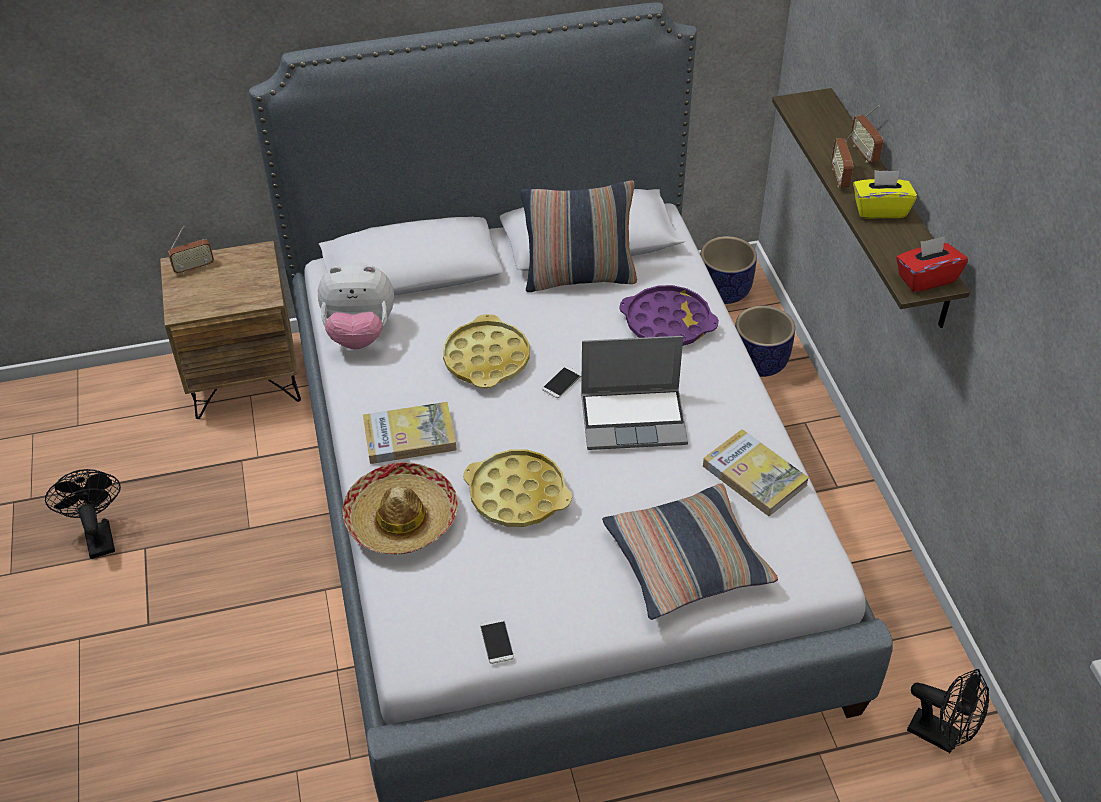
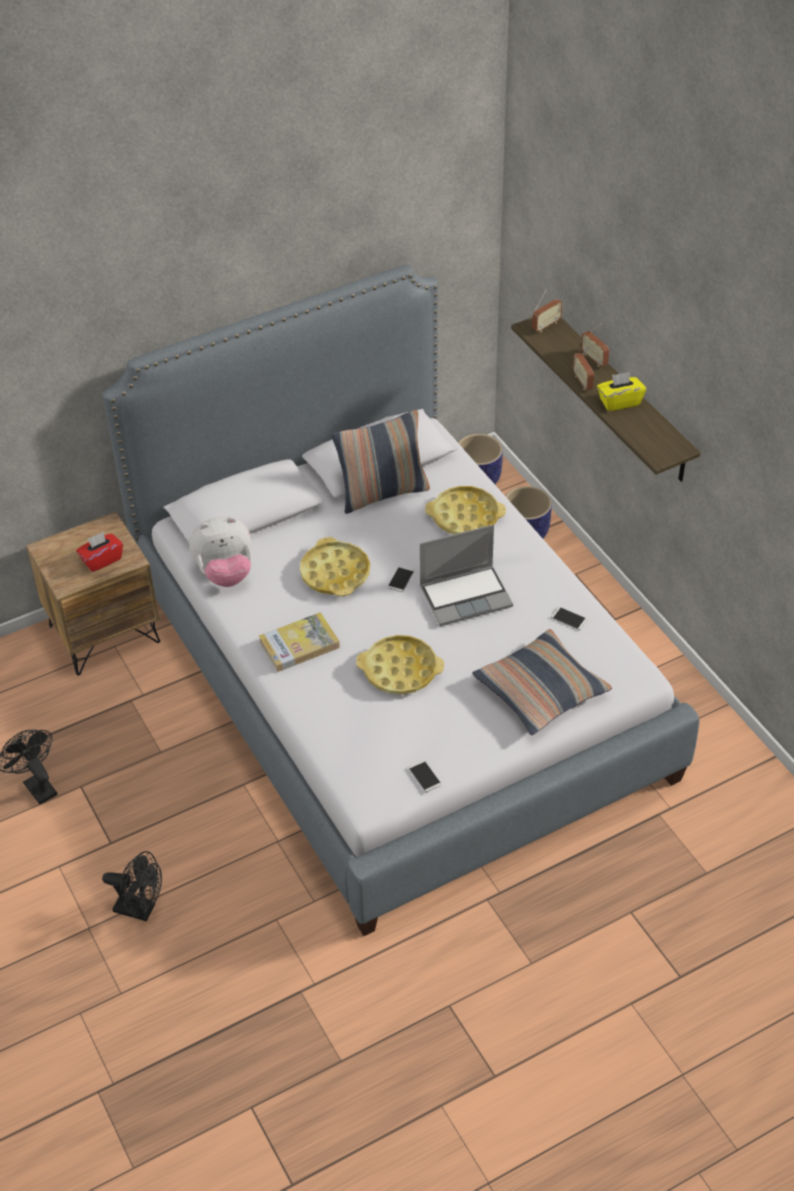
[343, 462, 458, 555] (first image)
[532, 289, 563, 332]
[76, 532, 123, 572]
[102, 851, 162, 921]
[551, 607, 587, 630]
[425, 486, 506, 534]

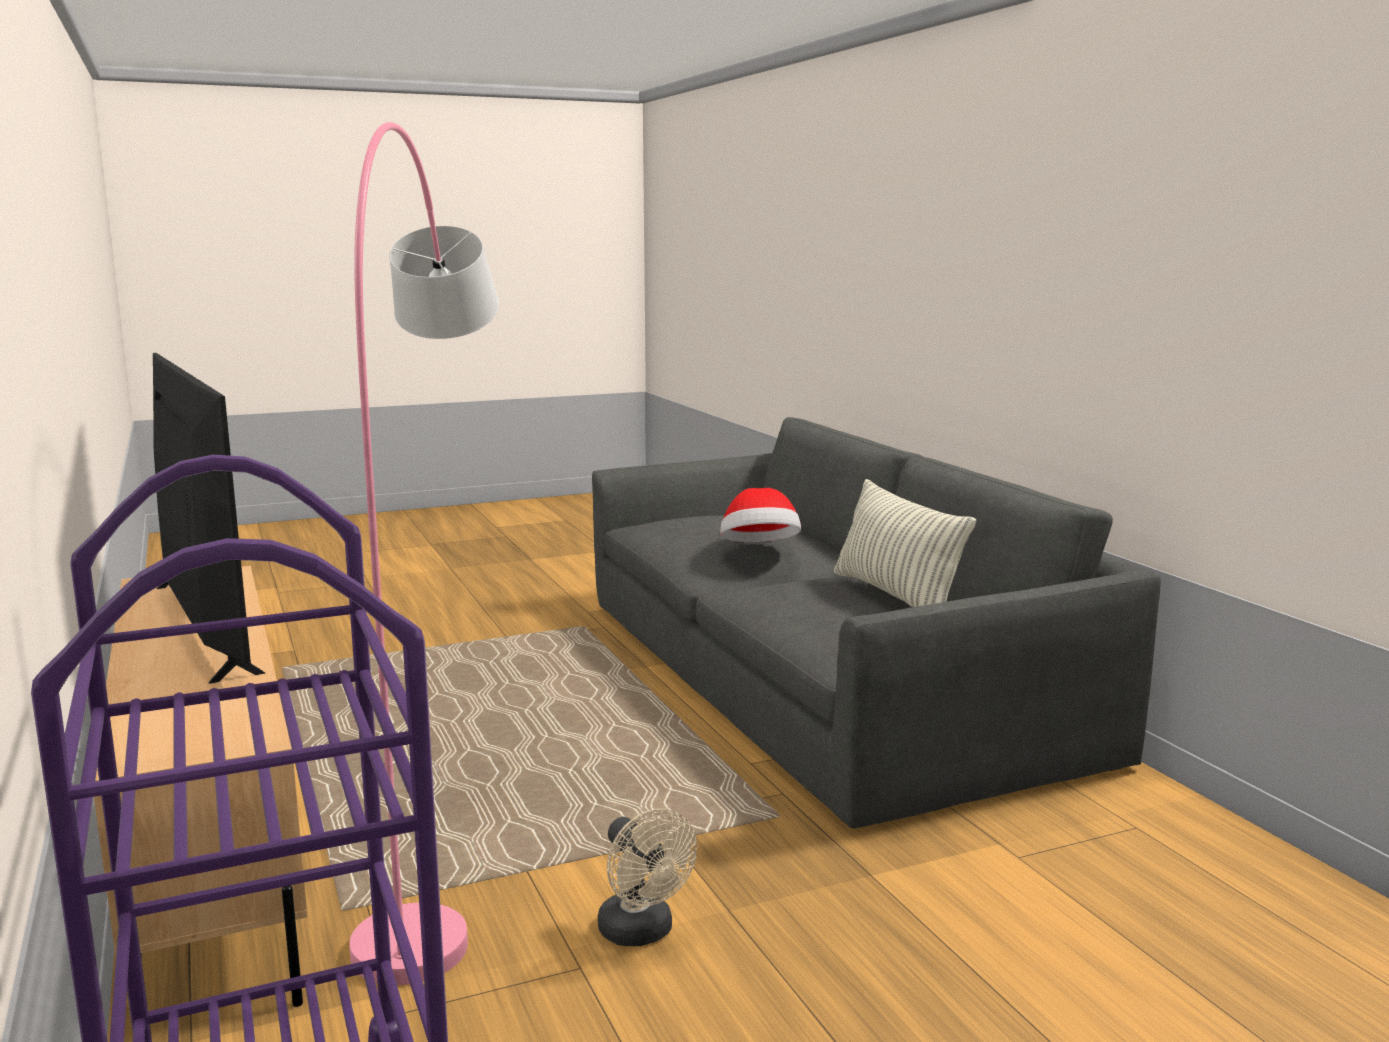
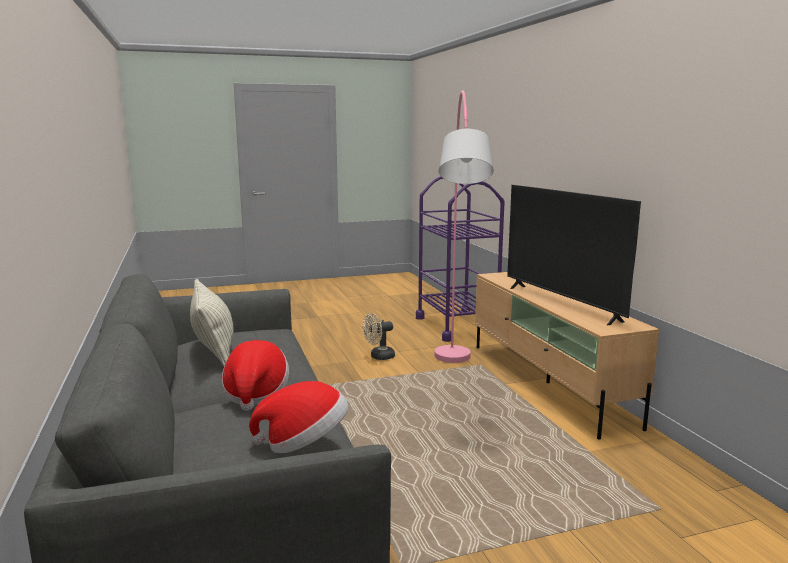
[249, 381, 348, 453]
[363, 313, 395, 360]

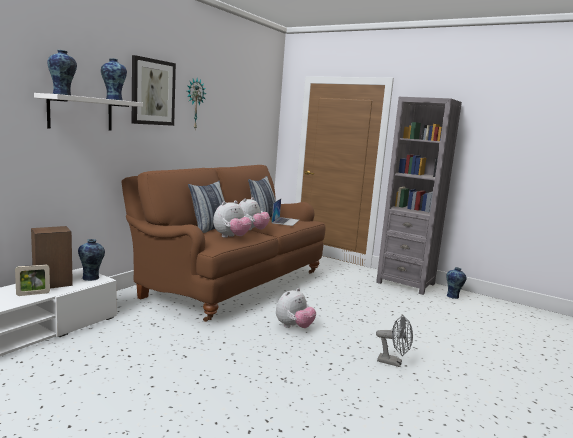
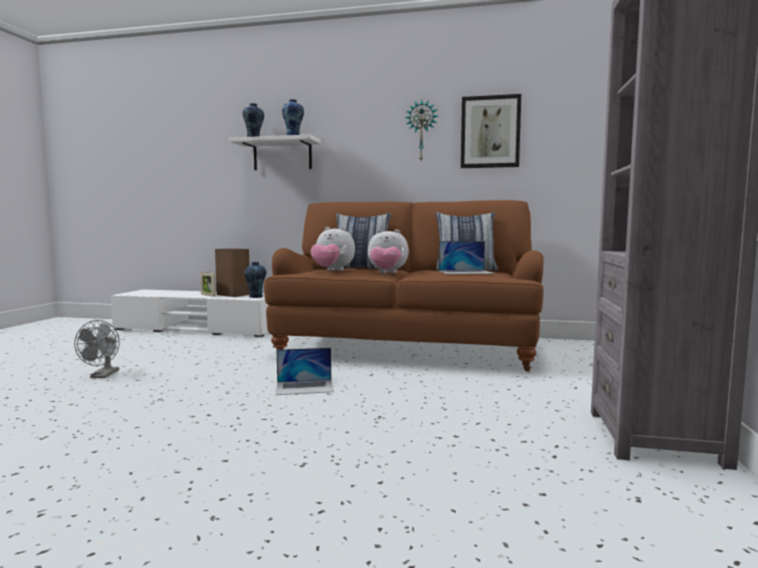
[446, 267, 467, 299] (first image)
[461, 94, 521, 168]
[74, 320, 120, 378]
[276, 348, 334, 395]

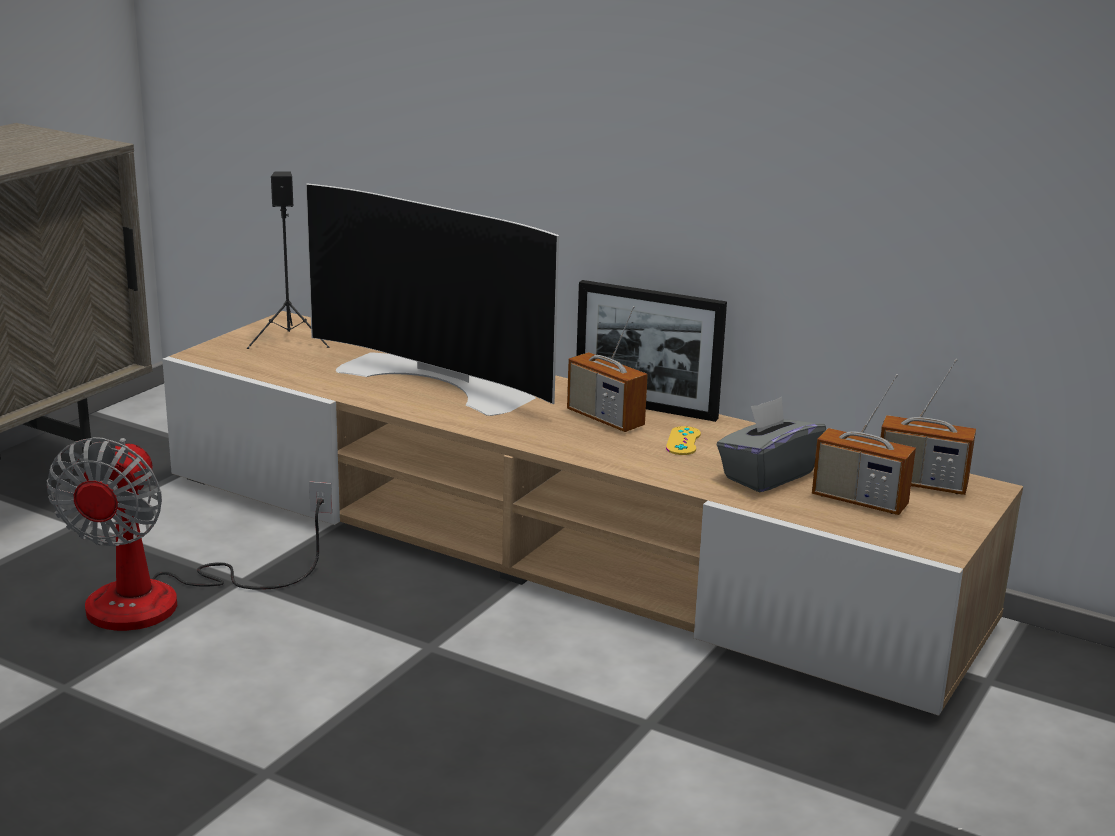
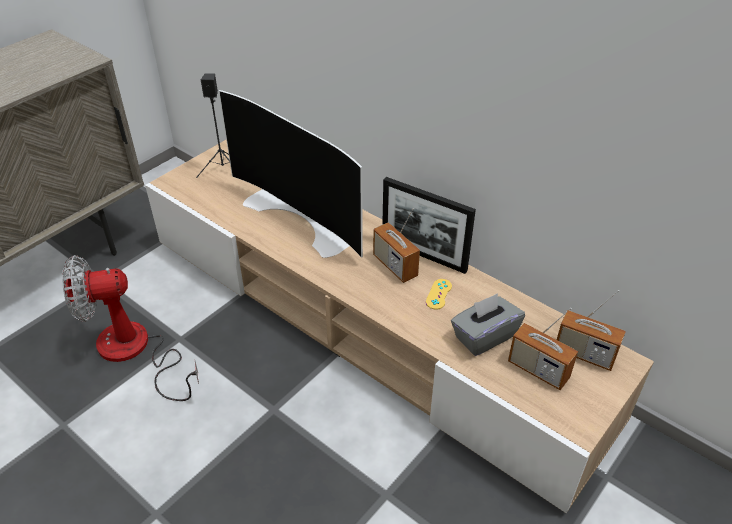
[62, 255, 199, 401]

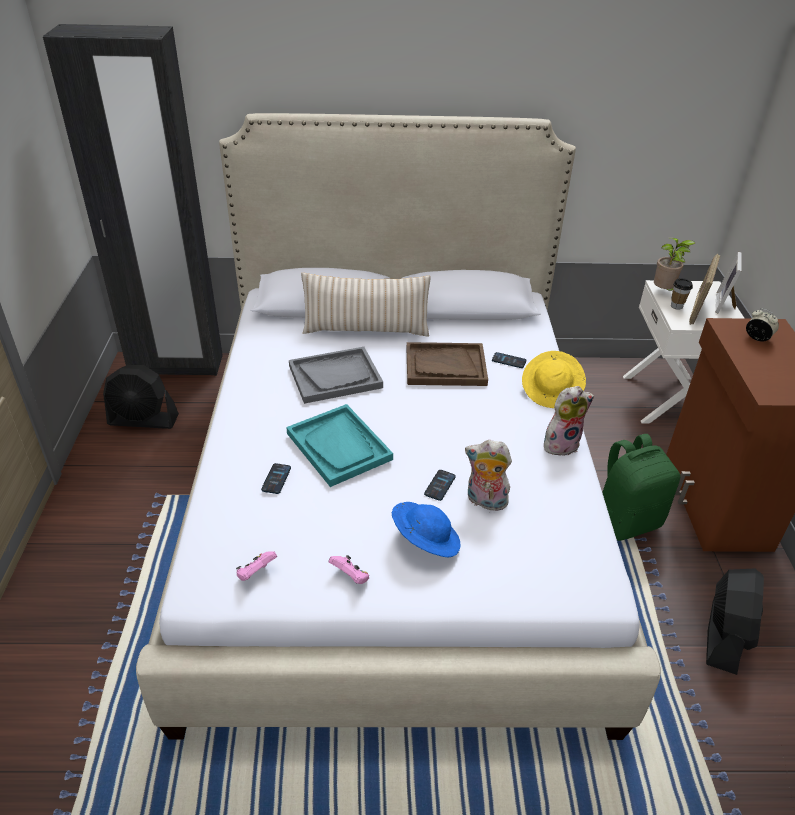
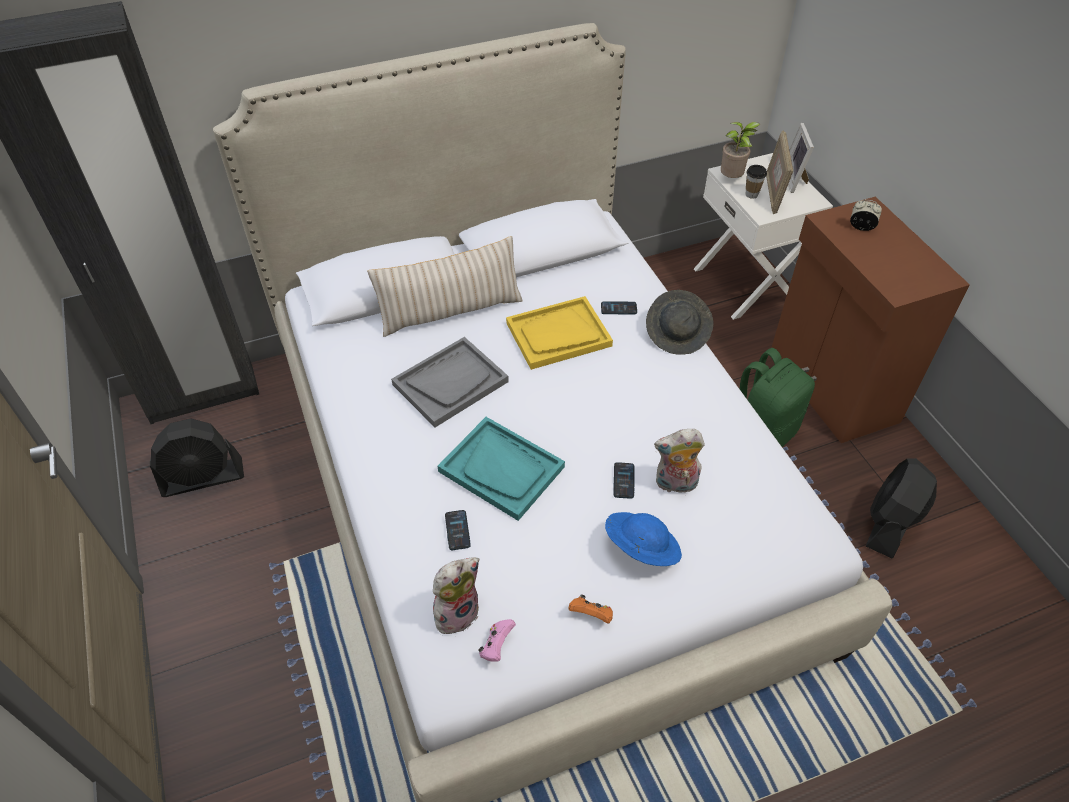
[433, 557, 479, 634]
[569, 595, 613, 624]
[506, 296, 613, 370]
[646, 290, 714, 355]
[866, 458, 937, 559]

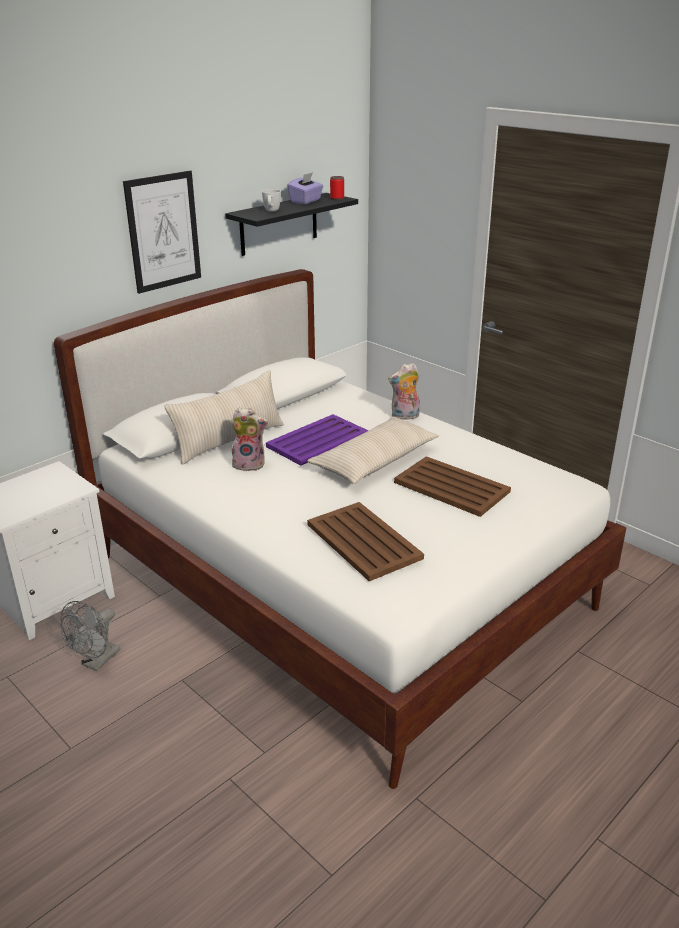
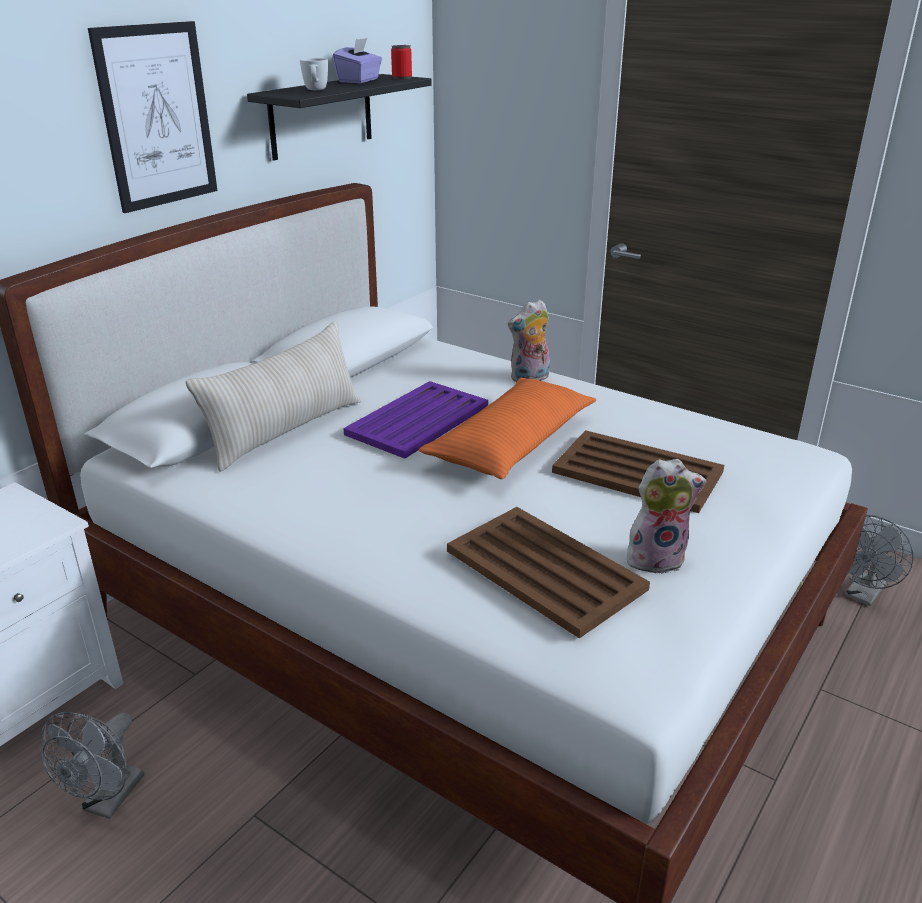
[845, 515, 914, 606]
[627, 459, 706, 574]
[419, 378, 597, 479]

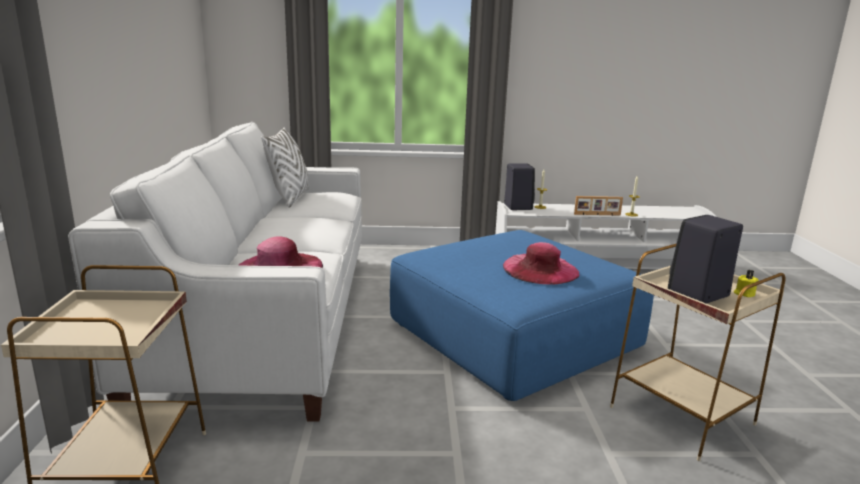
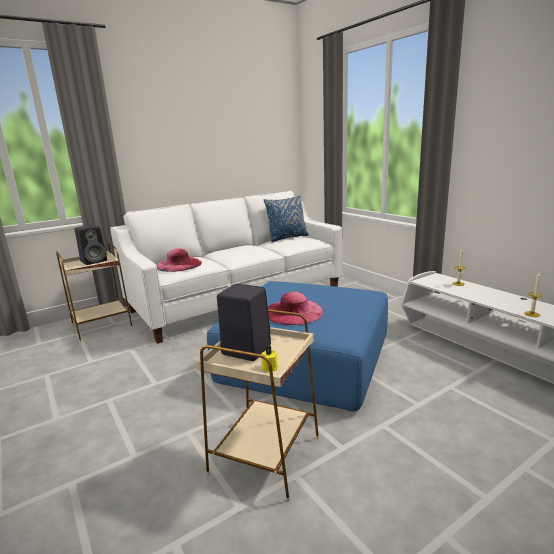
[574, 196, 623, 216] (first image)
[75, 225, 107, 265]
[263, 195, 309, 243]

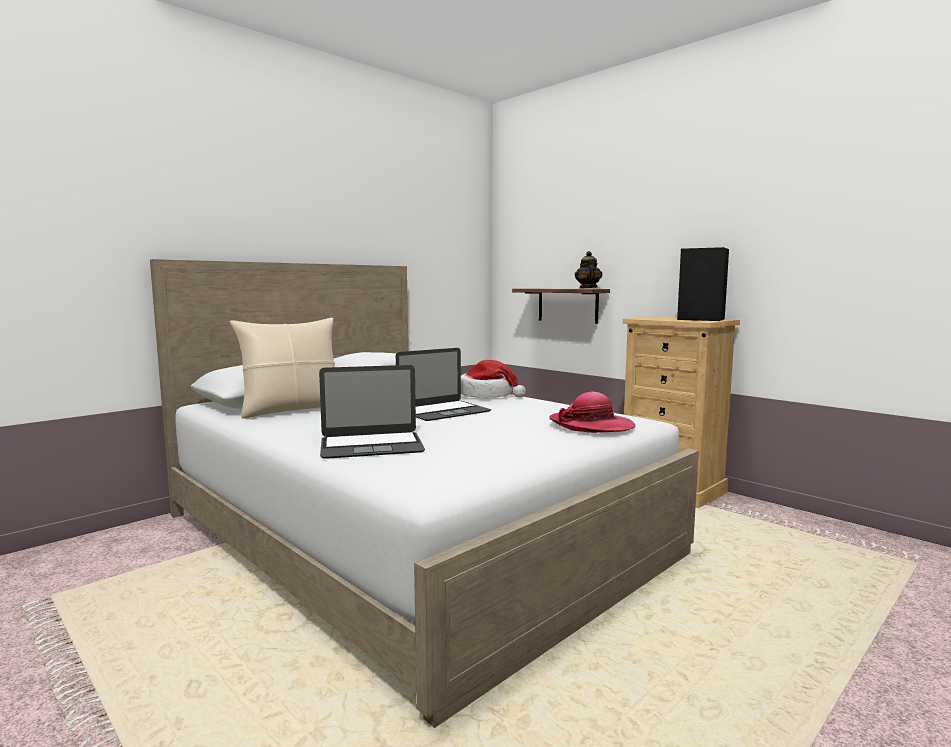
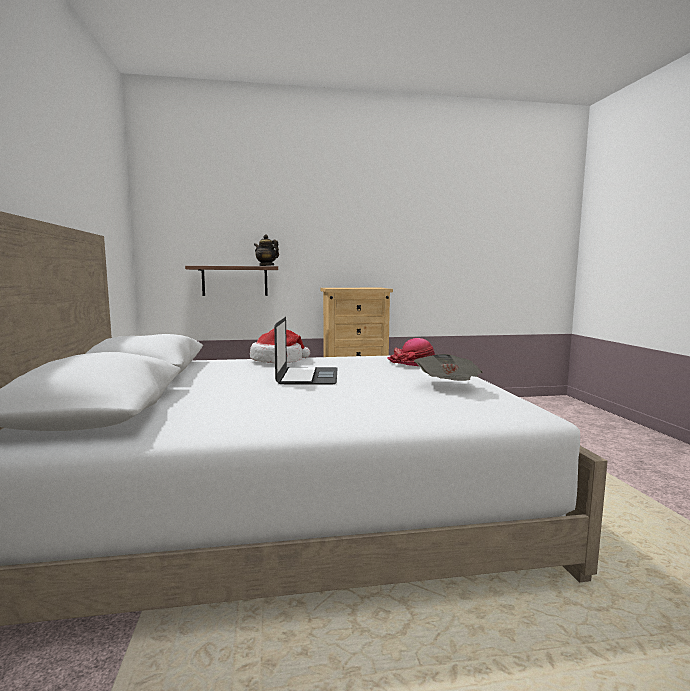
[230, 318, 335, 419] (first image)
[319, 365, 425, 459] (first image)
[677, 247, 729, 321] (first image)
[414, 354, 482, 381]

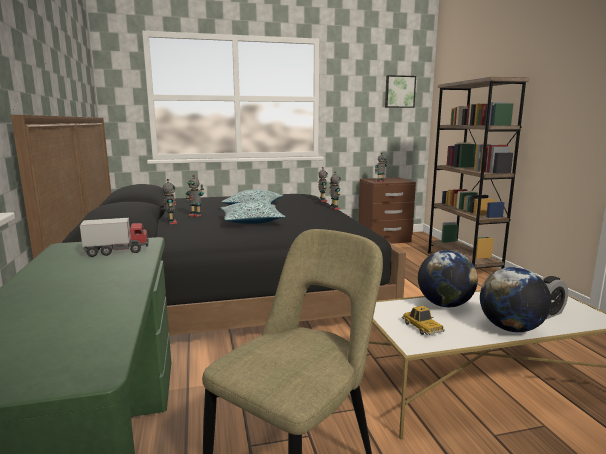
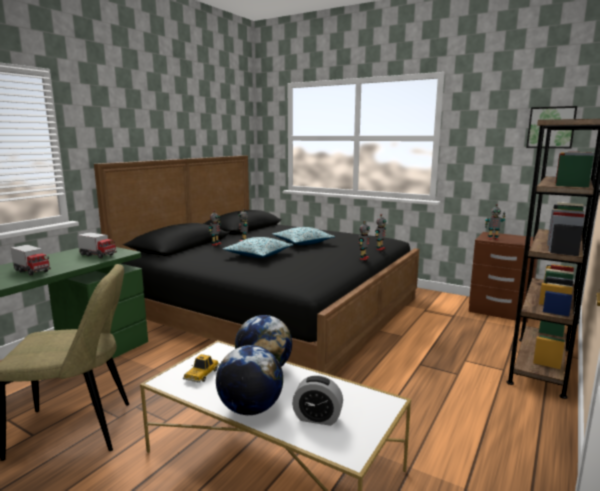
[11, 245, 51, 276]

